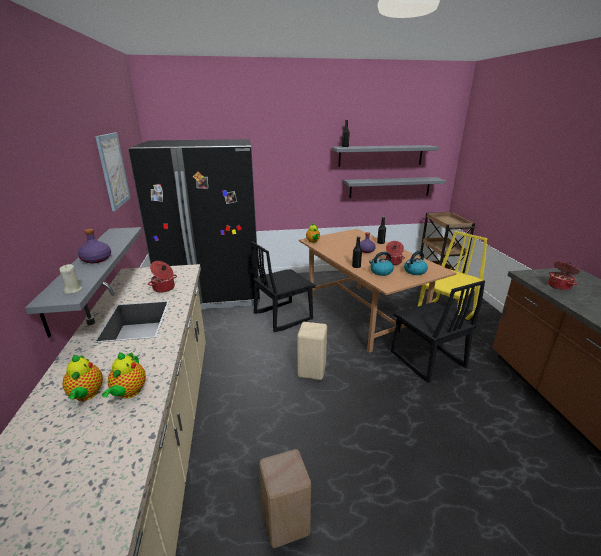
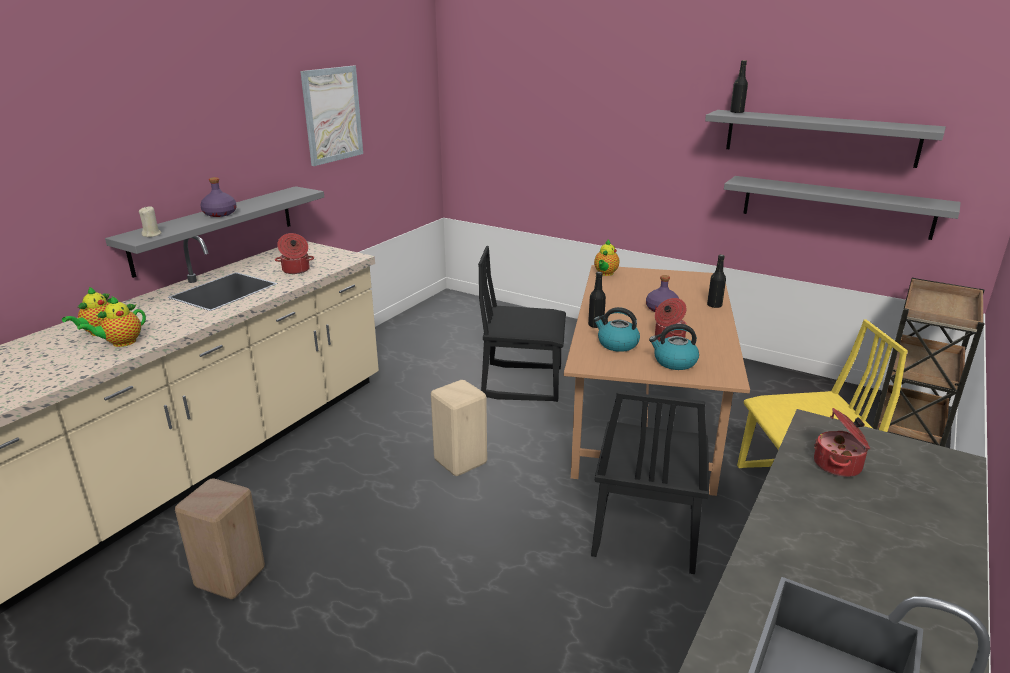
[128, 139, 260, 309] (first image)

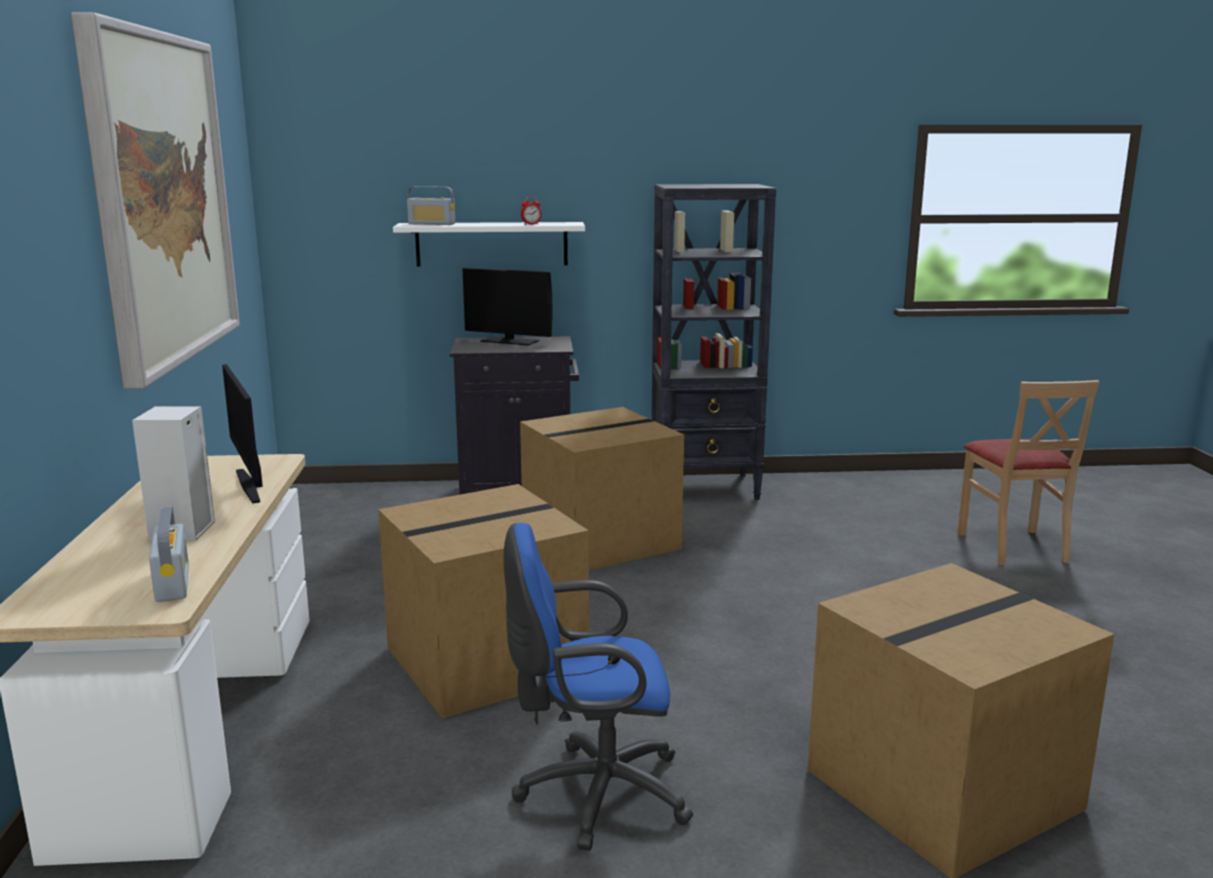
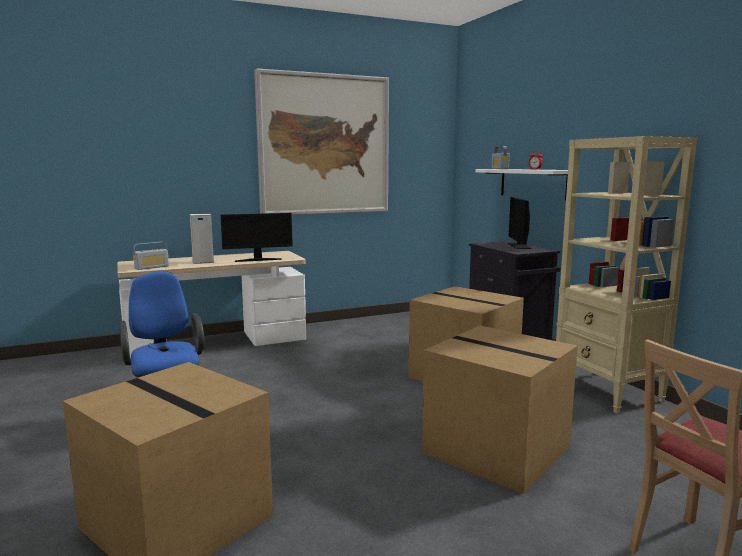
[422, 326, 578, 494]
[556, 136, 697, 413]
[221, 213, 293, 262]

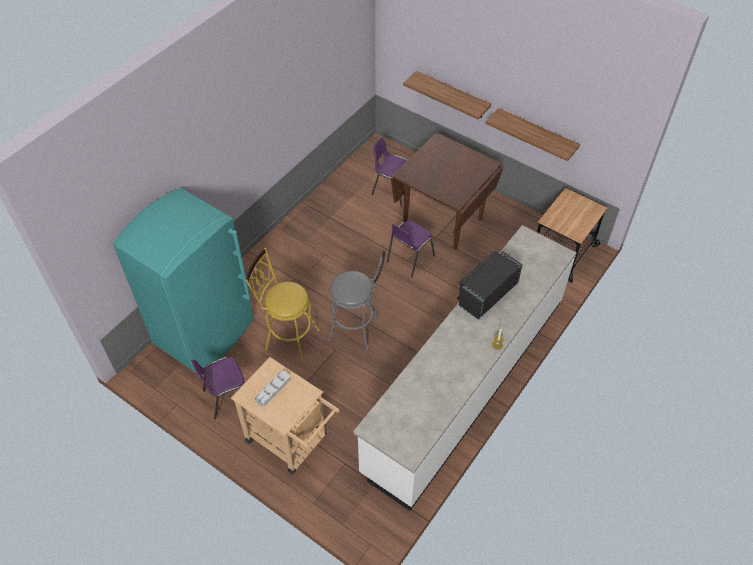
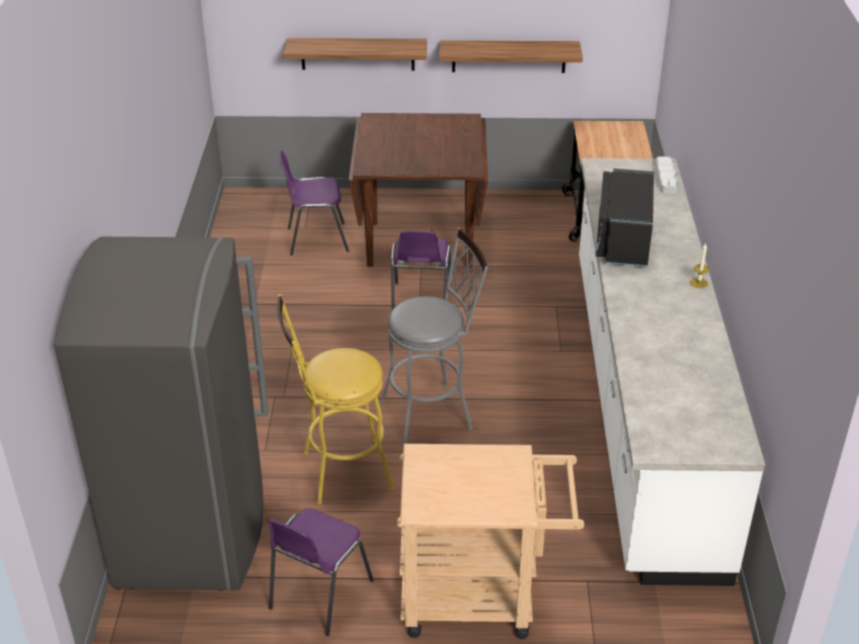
[656, 156, 678, 194]
[54, 237, 269, 591]

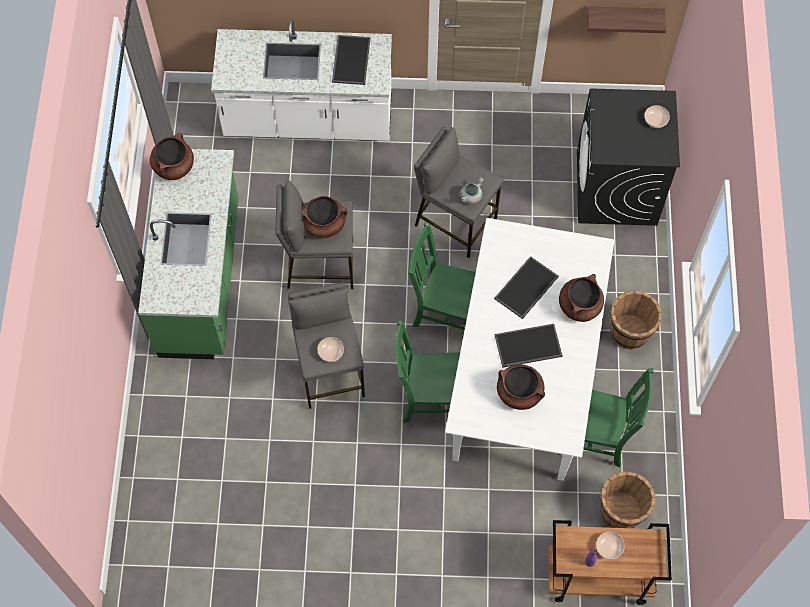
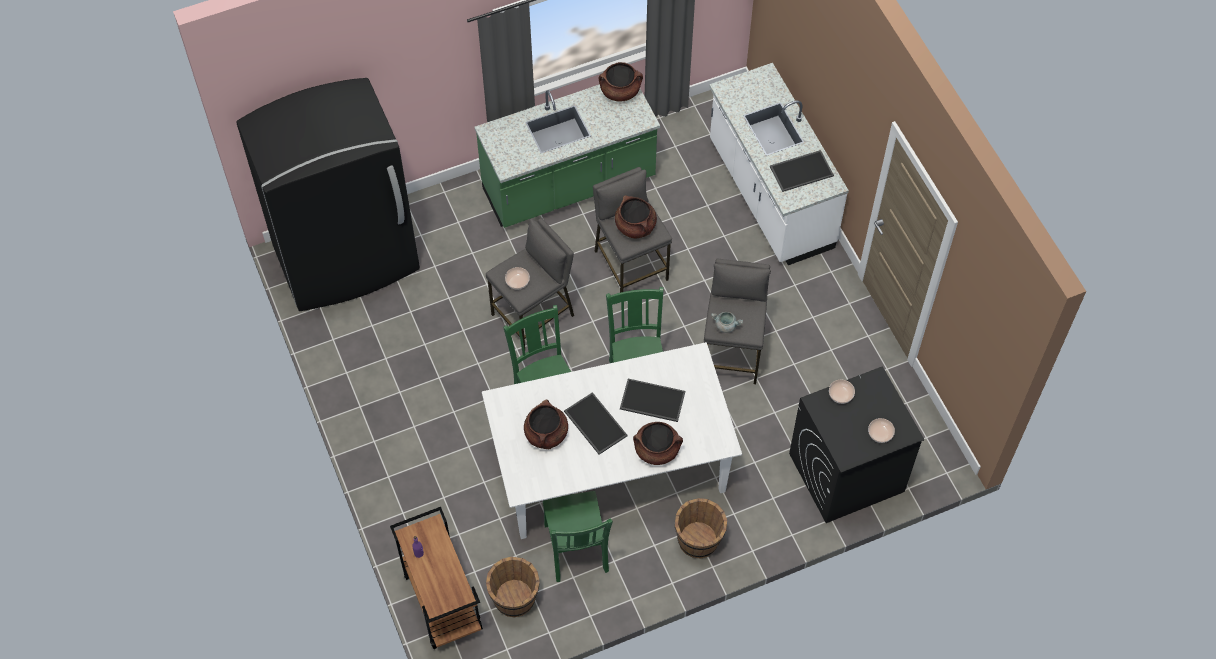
[587, 6, 666, 33] (first image)
[236, 78, 420, 311]
[829, 380, 855, 404]

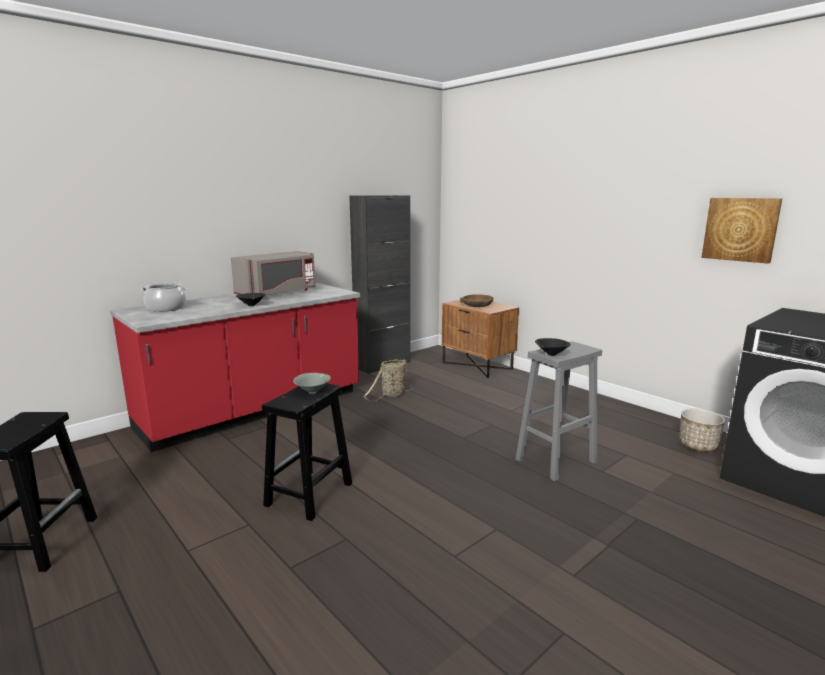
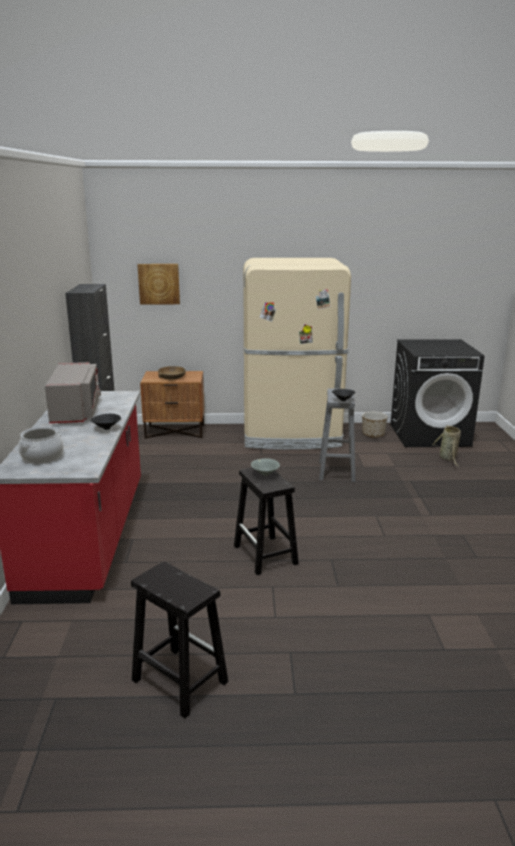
[243, 258, 351, 450]
[432, 425, 461, 467]
[137, 264, 180, 304]

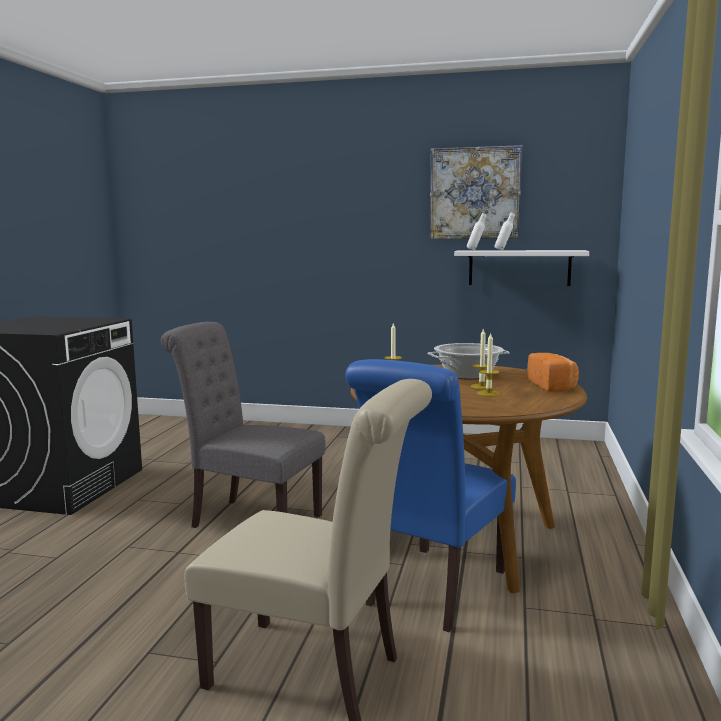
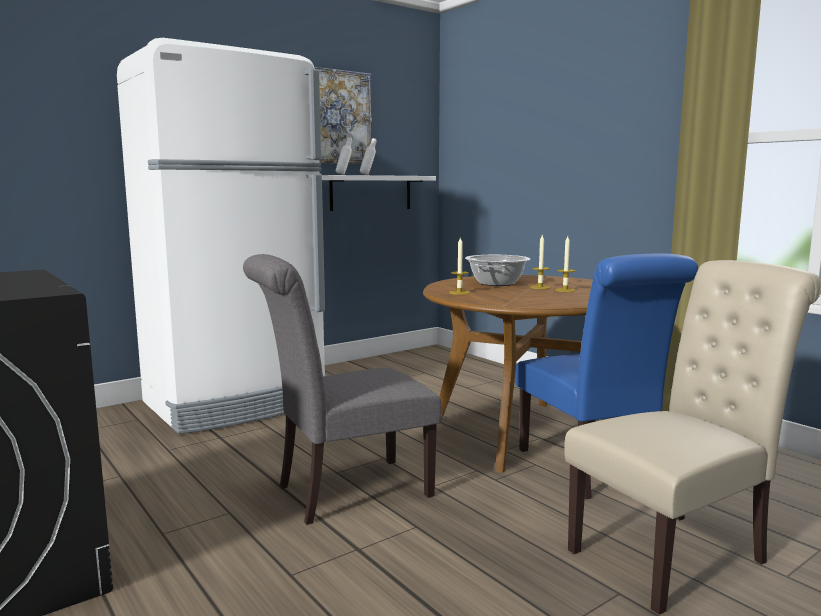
[527, 353, 579, 391] (first image)
[117, 38, 326, 434]

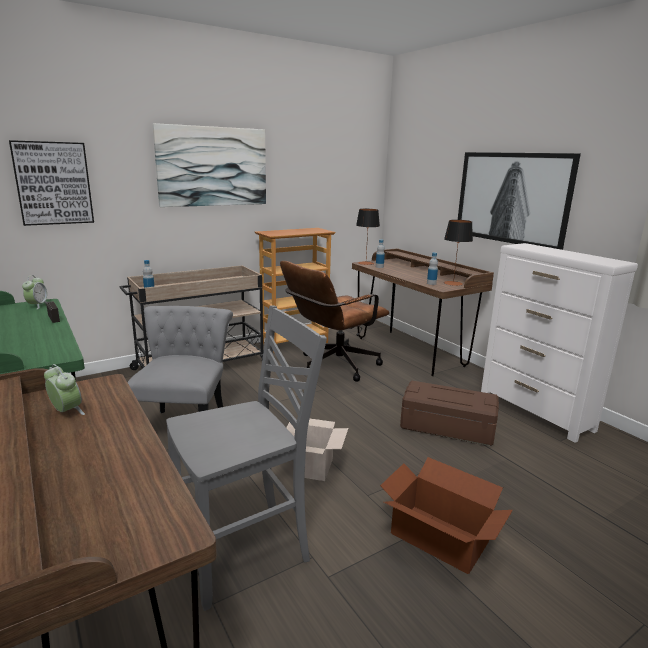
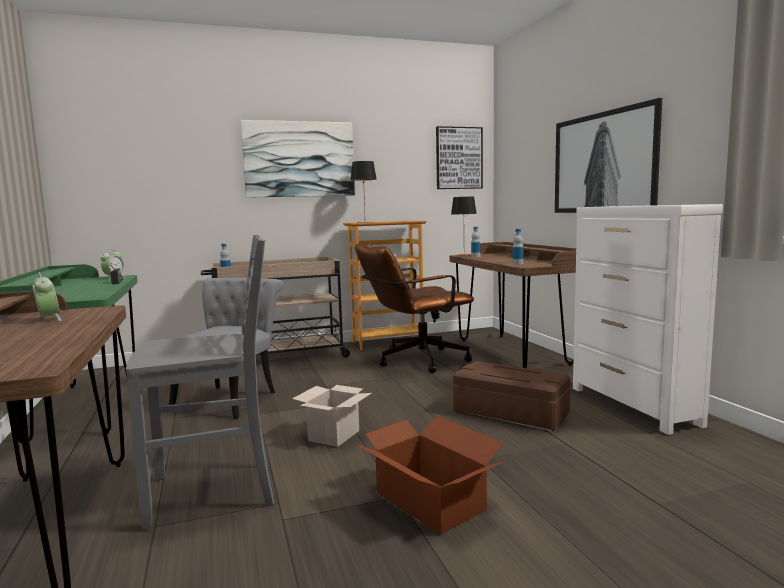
[436, 126, 483, 189]
[351, 161, 377, 223]

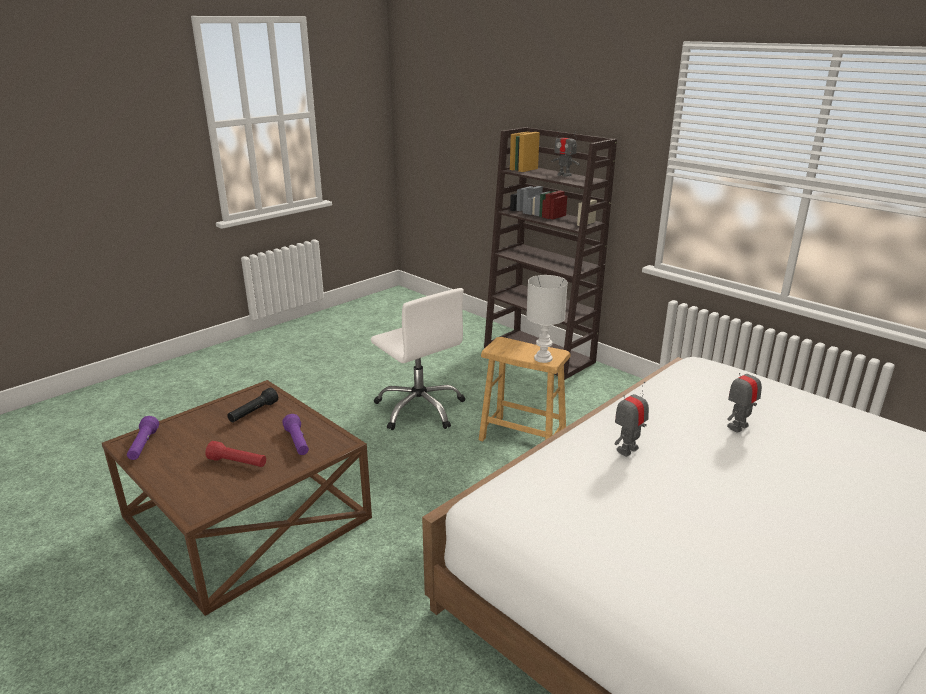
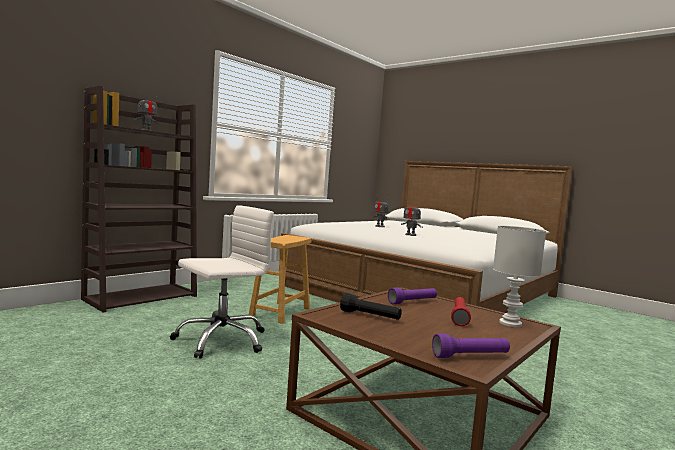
[493, 226, 546, 327]

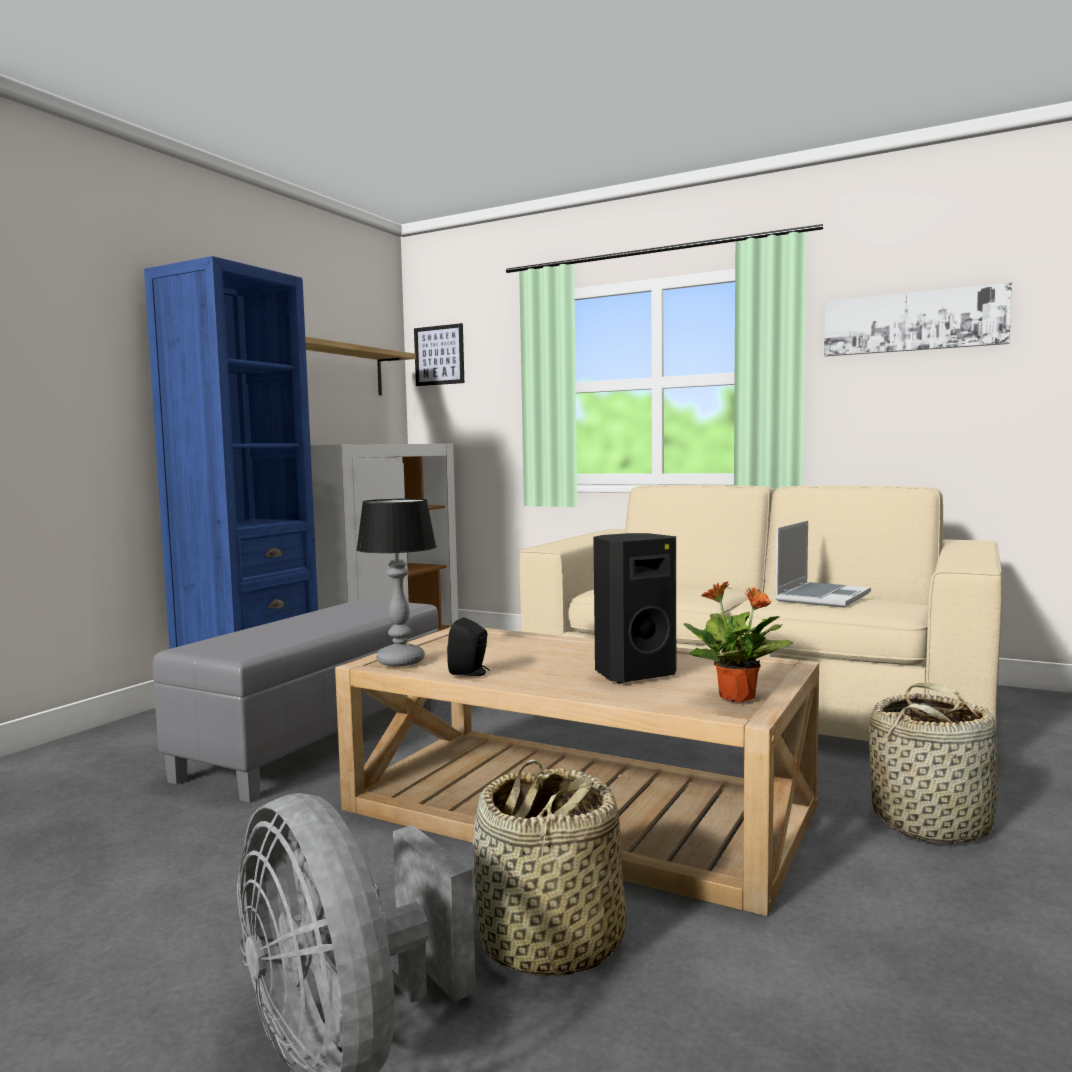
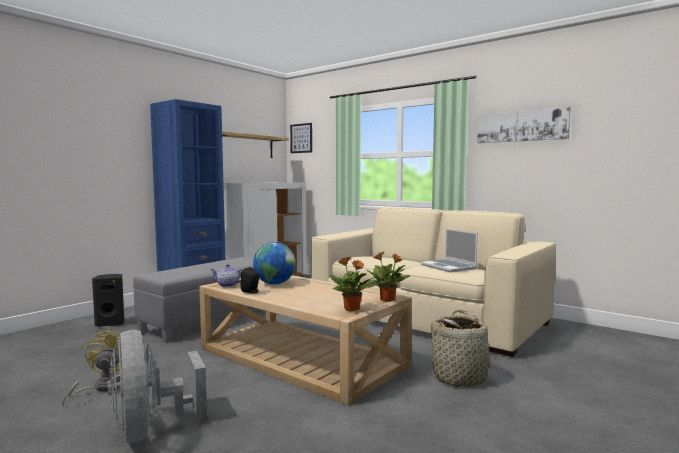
[473, 759, 626, 977] (first image)
[62, 328, 122, 406]
[253, 242, 296, 285]
[366, 251, 410, 302]
[92, 274, 124, 327]
[210, 264, 243, 287]
[421, 228, 478, 273]

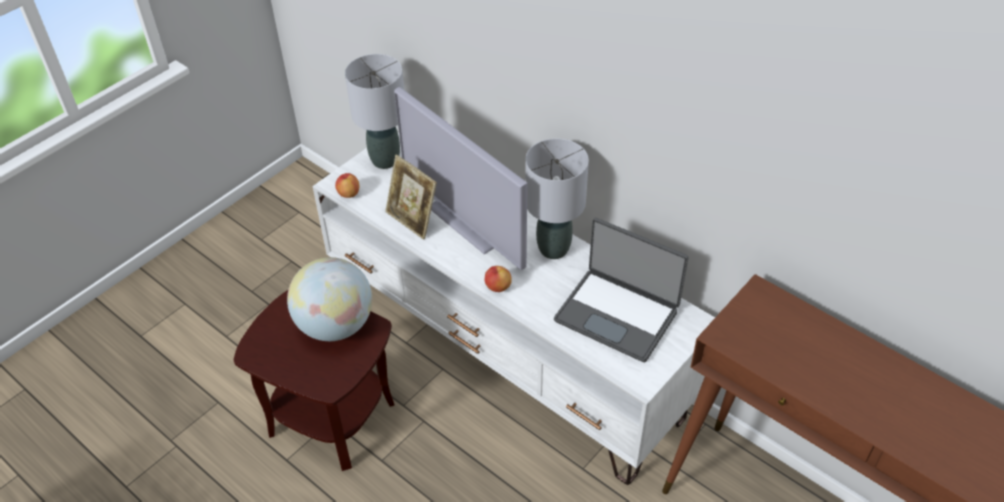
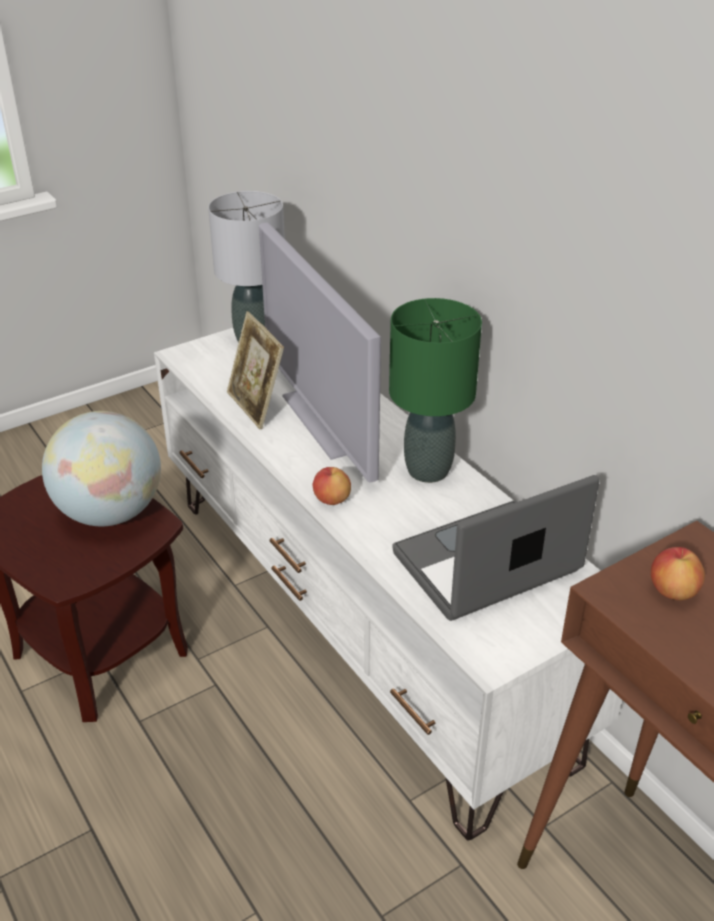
[651, 547, 705, 600]
[389, 298, 482, 483]
[392, 475, 599, 621]

